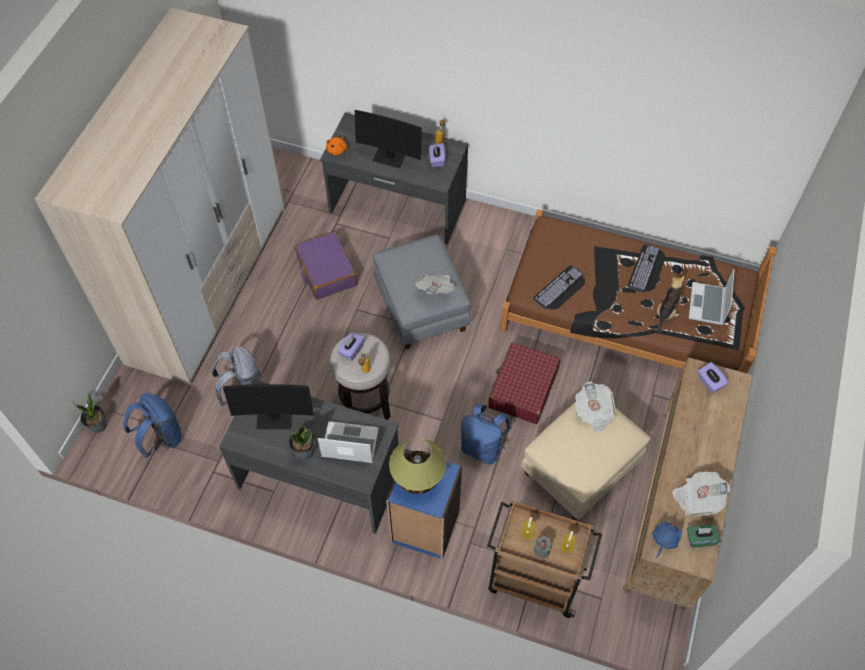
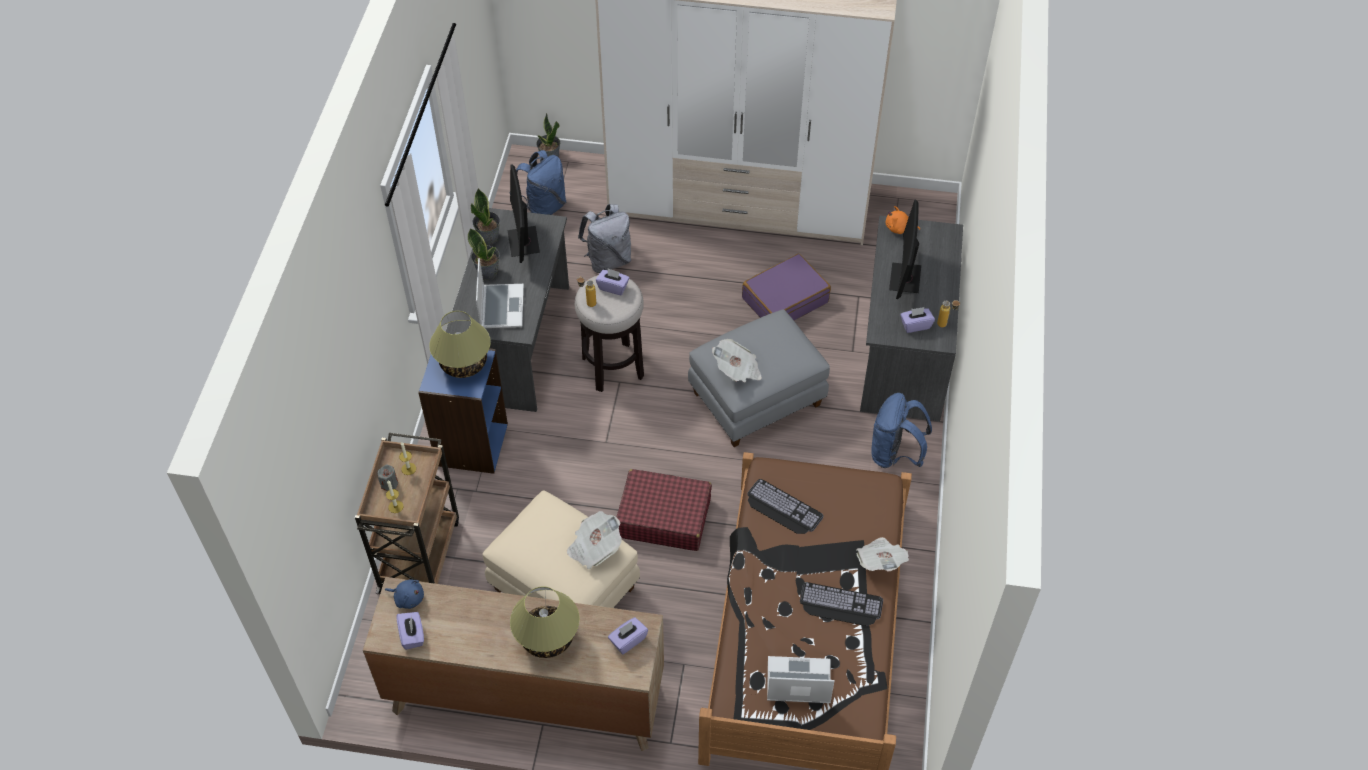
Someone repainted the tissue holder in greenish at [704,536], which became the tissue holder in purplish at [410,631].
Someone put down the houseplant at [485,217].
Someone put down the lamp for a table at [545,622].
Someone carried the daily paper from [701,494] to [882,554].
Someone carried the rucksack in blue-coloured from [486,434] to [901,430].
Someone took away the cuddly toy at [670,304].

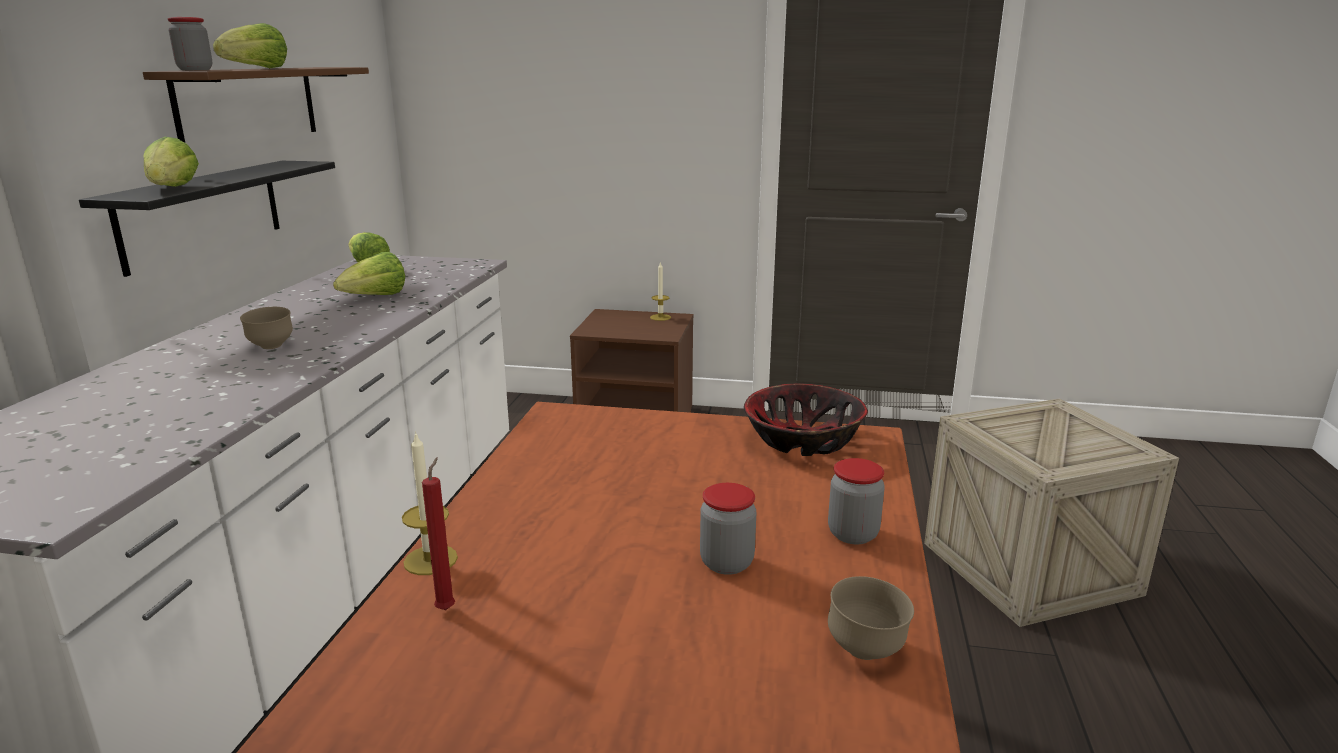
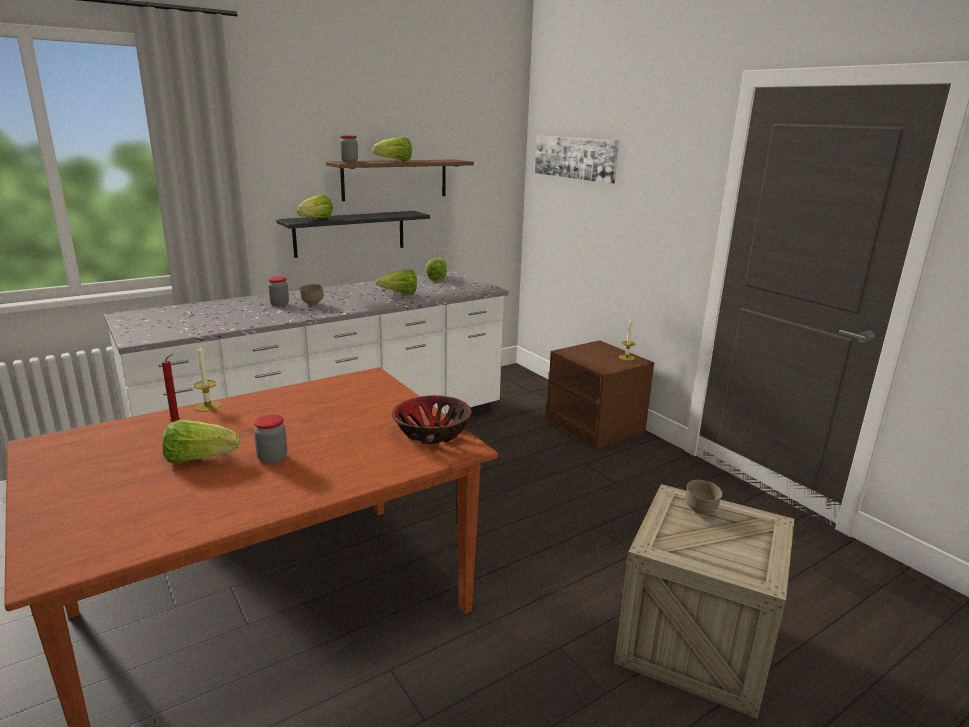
Someone put down the lettuce head at [201,441].
Someone carried the preserve jar from [856,501] to [278,291].
Someone put up the picture at [577,159].
Someone carried the serving bowl in brown from [871,618] to [703,497].

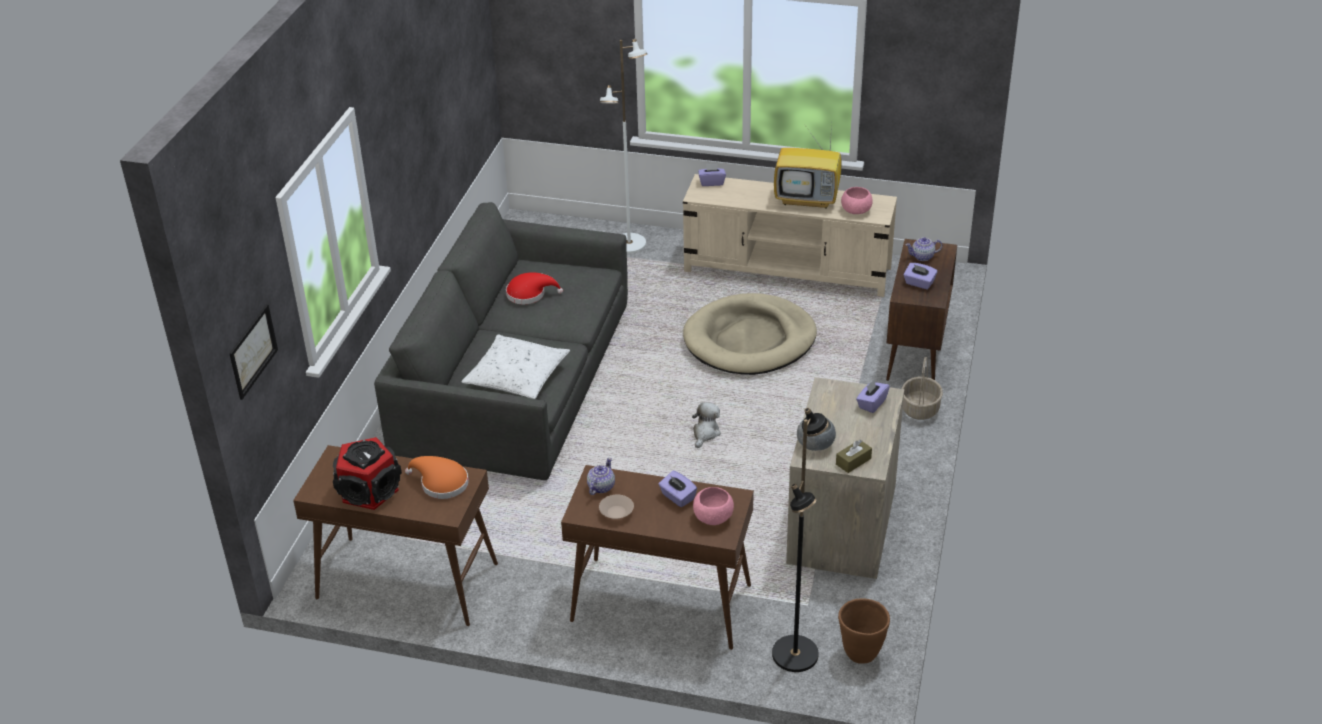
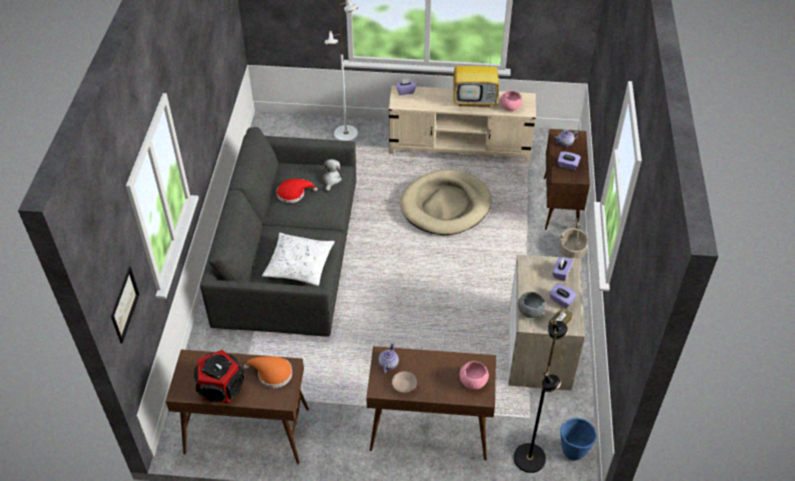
Someone carried the cuddly toy from [706,425] to [331,175].
Someone carried the tissue holder in purplish from [677,489] to [563,295].
Someone repainted the plant pot in brown at [864,631], which became the plant pot in blue-coloured at [578,439].

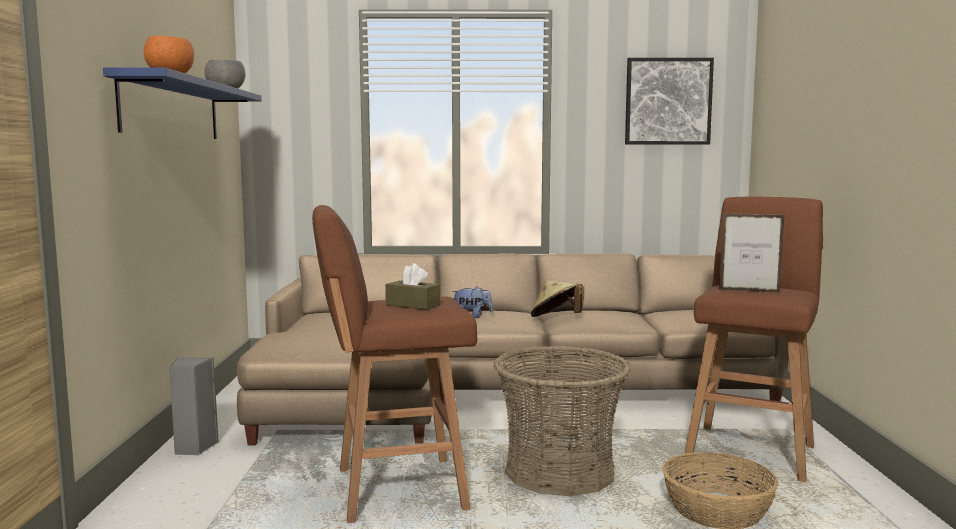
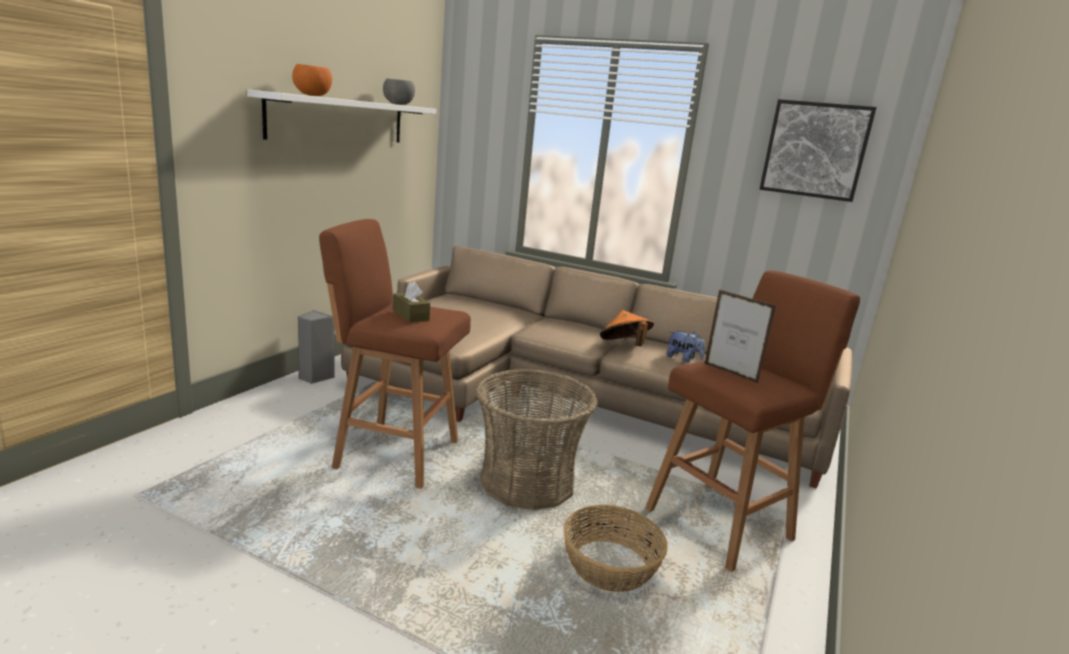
Someone repainted the shelf in blue-coloured at [182,103], which became the shelf in white at [341,116].
Someone repainted the hat in beige-coloured at [557,299], which became the hat in orange at [627,328].
Someone carried the cuddly toy from [472,302] to [686,346].

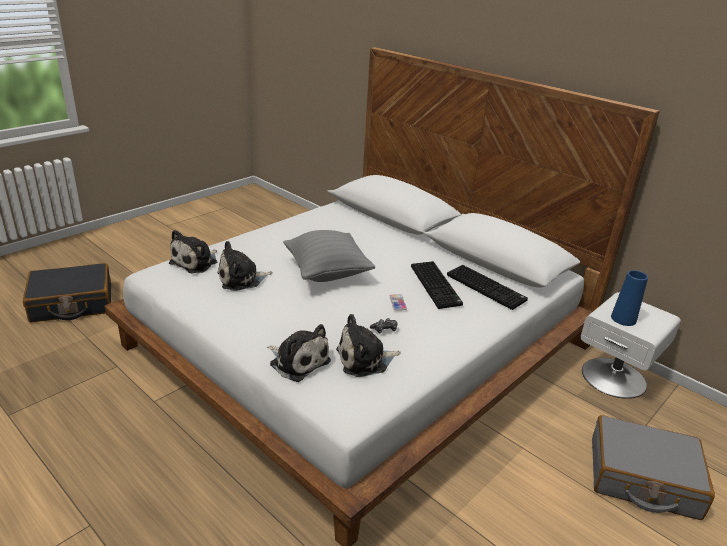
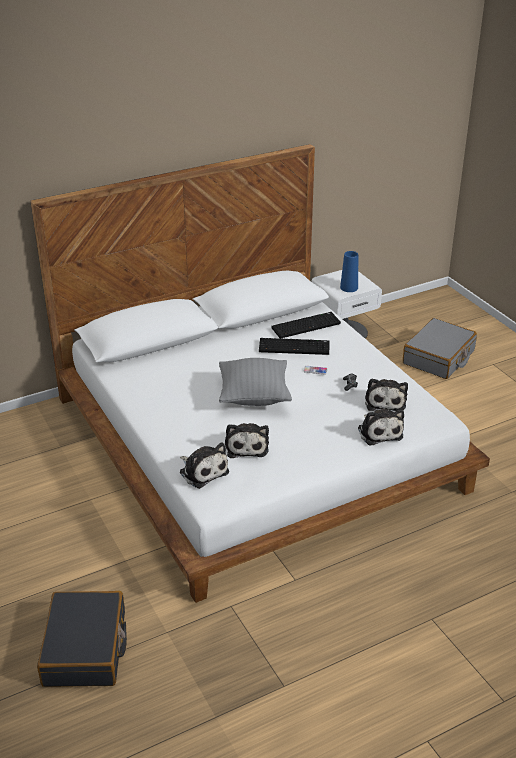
Someone rotated the cuddly toy at [299,353] by 105 degrees clockwise.

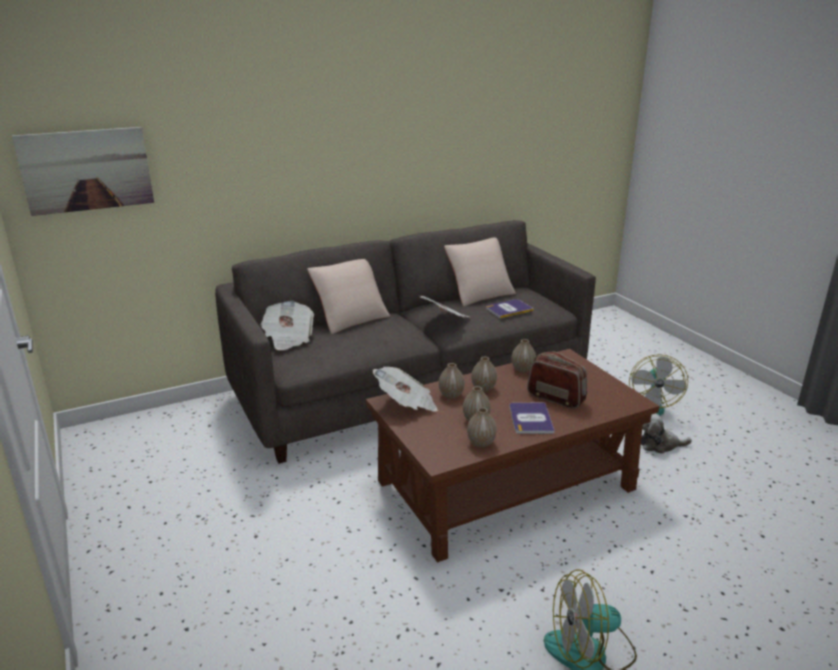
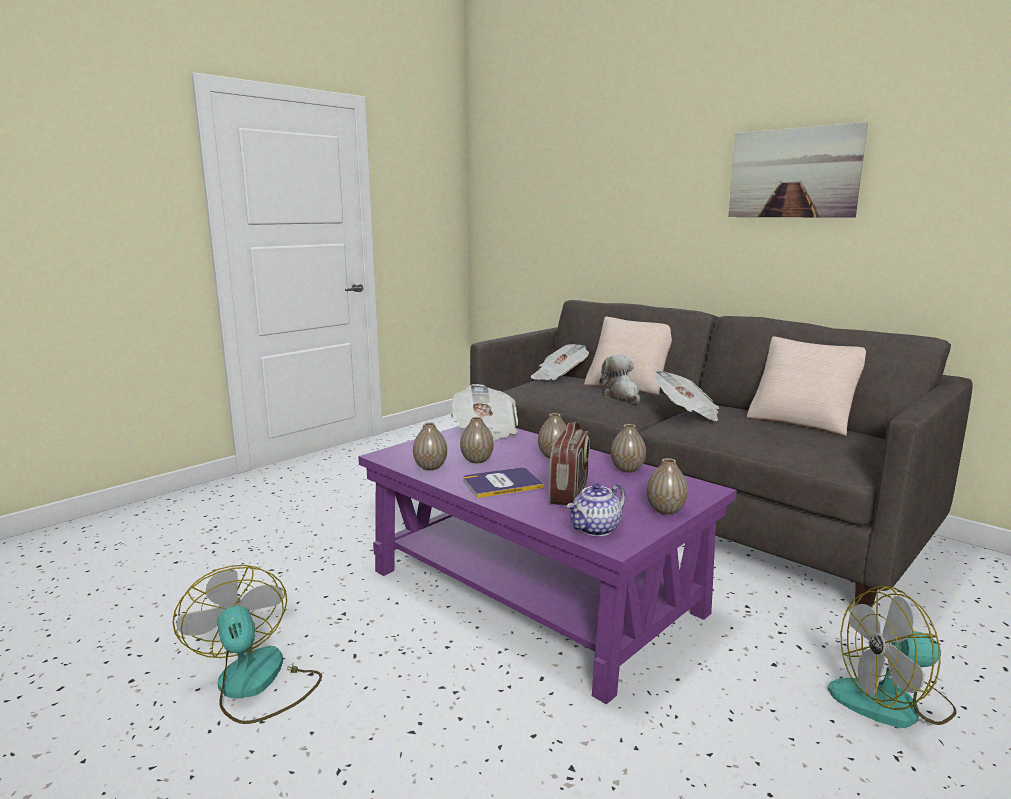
Someone repainted the low table in brown at [512,456], which became the low table in purplish at [547,565].
Someone put down the teapot at [596,509].
Someone carried the cuddly toy from [666,434] to [619,379].
Someone carried the flower vase from [452,381] to [667,486].
Someone carried the picture from [83,171] to [798,170].
Someone took away the book at [510,308].

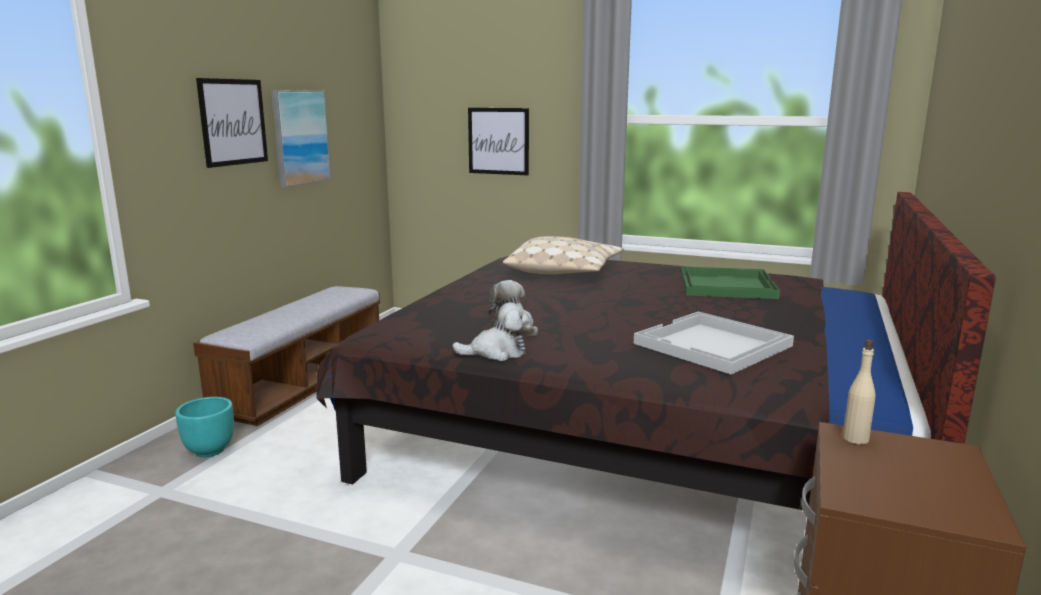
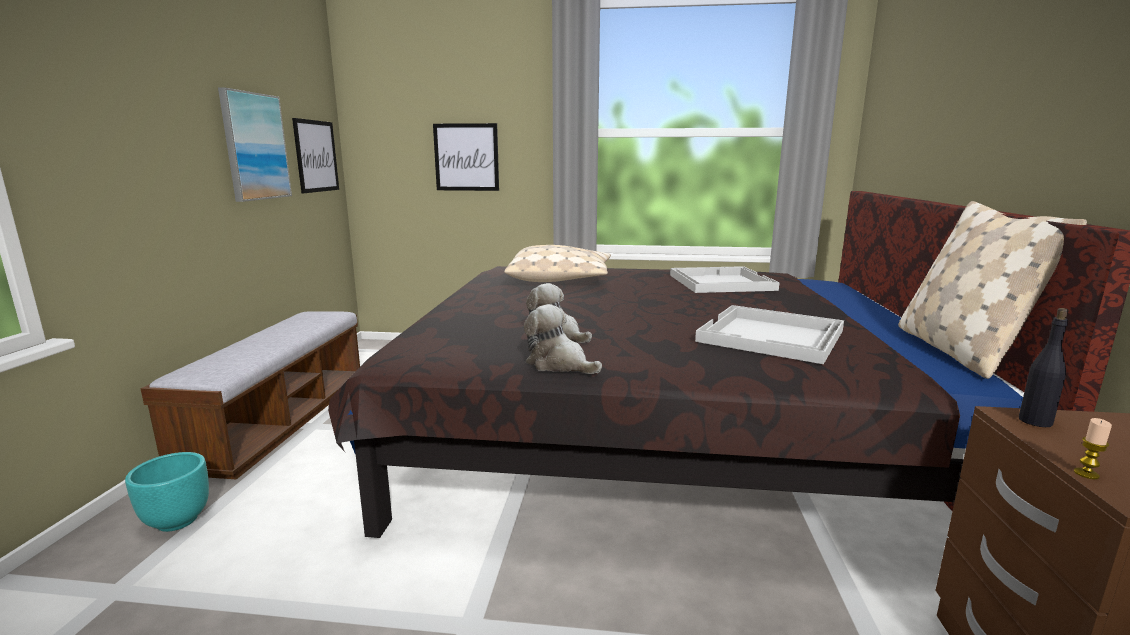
Someone carried the picture from [232,123] to [315,155].
Someone rotated the cuddly toy at [491,331] by 120 degrees counterclockwise.
Someone repainted the carrying tray in greenish at [730,282], which became the carrying tray in white at [725,279].
Someone put down the throw pillow in beige-coloured at [992,290].
Someone repainted the bottle in beige-coloured at [859,392], which became the bottle in blackish at [1044,367].
Someone put down the wax light at [1093,448].

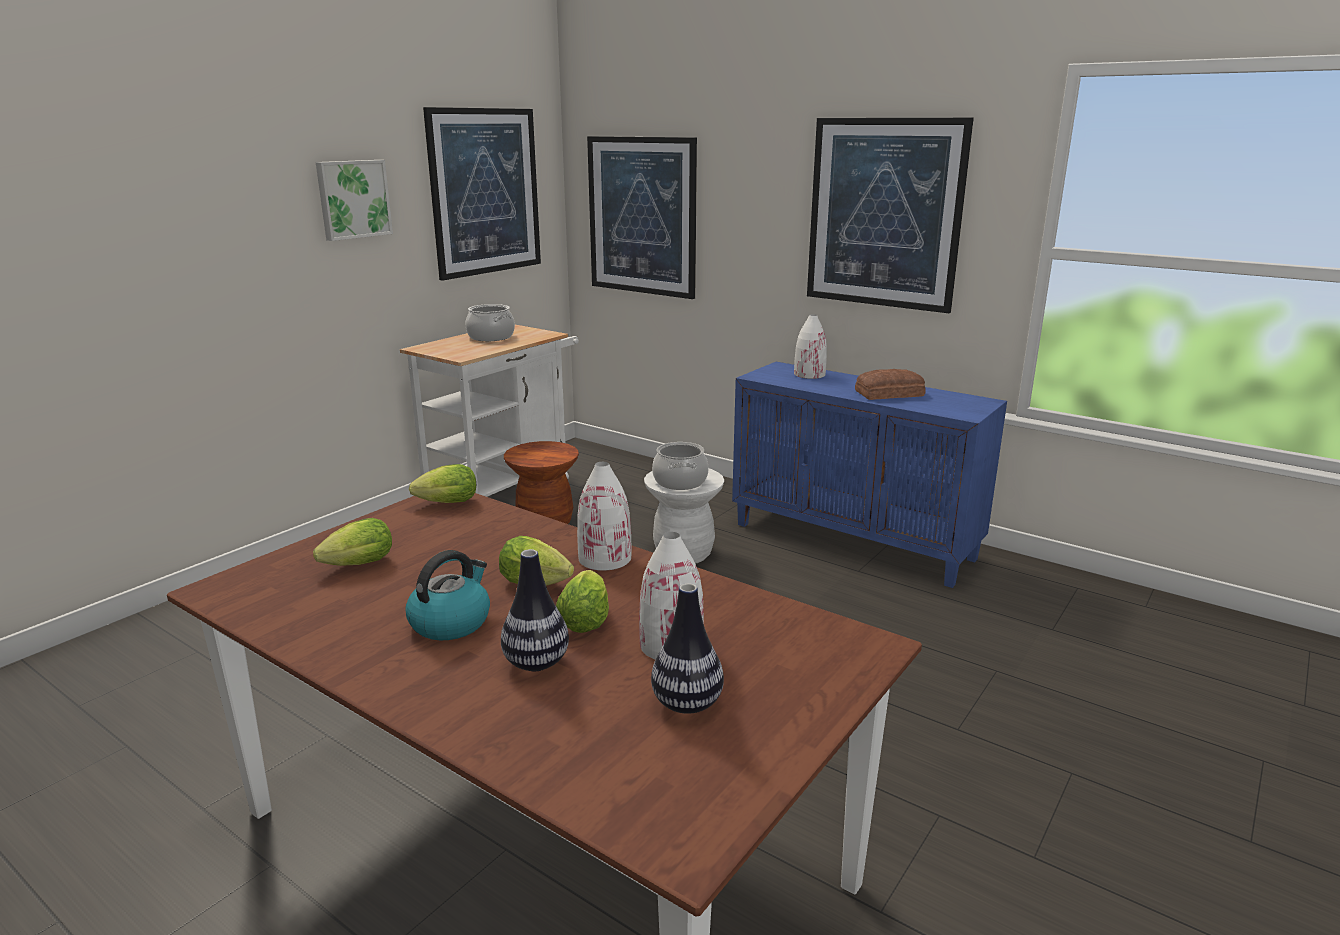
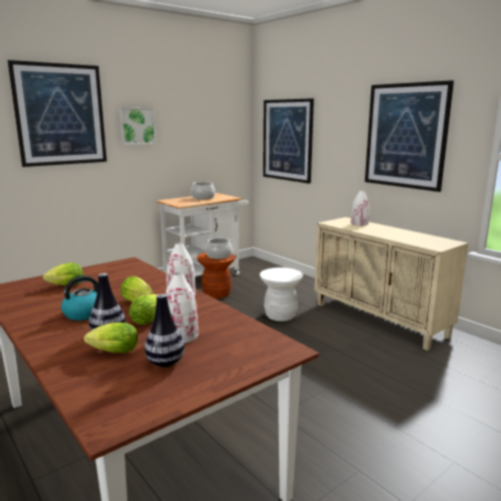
Someone carried the picture from [482,194] to [57,113].
Someone carried the lettuce head from [442,483] to [111,337].
Someone carried the stockpot from [680,466] to [219,248].
Someone repainted the cupboard in blue-coloured at [869,475], which became the cupboard in beige-coloured at [391,284].
Someone took away the bakery bread at [890,384].

